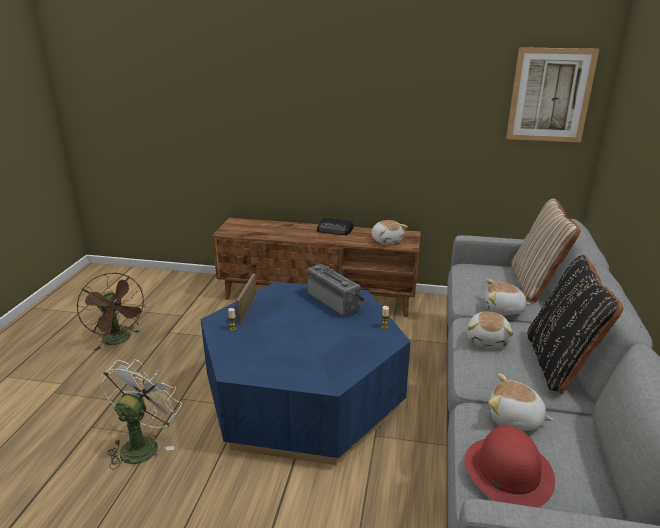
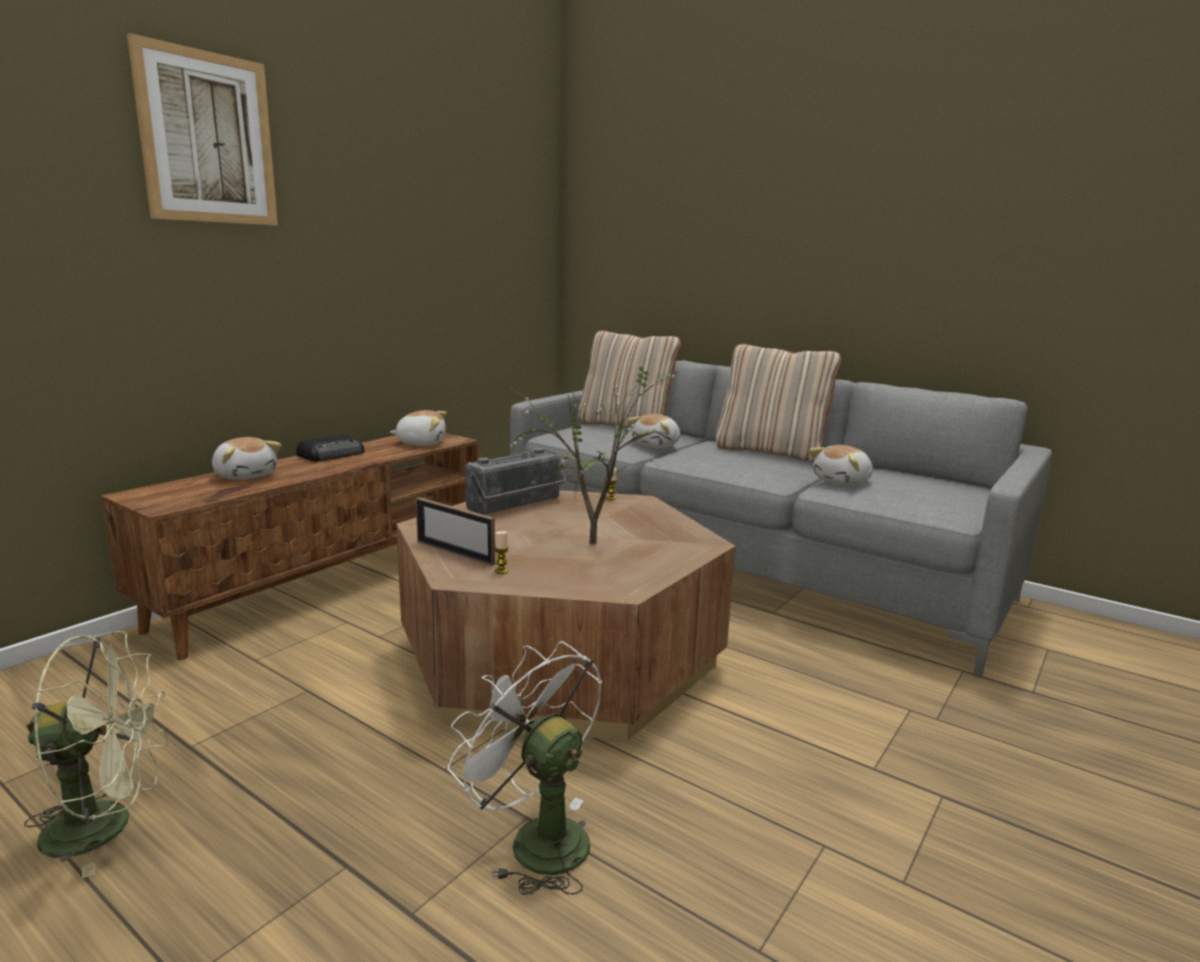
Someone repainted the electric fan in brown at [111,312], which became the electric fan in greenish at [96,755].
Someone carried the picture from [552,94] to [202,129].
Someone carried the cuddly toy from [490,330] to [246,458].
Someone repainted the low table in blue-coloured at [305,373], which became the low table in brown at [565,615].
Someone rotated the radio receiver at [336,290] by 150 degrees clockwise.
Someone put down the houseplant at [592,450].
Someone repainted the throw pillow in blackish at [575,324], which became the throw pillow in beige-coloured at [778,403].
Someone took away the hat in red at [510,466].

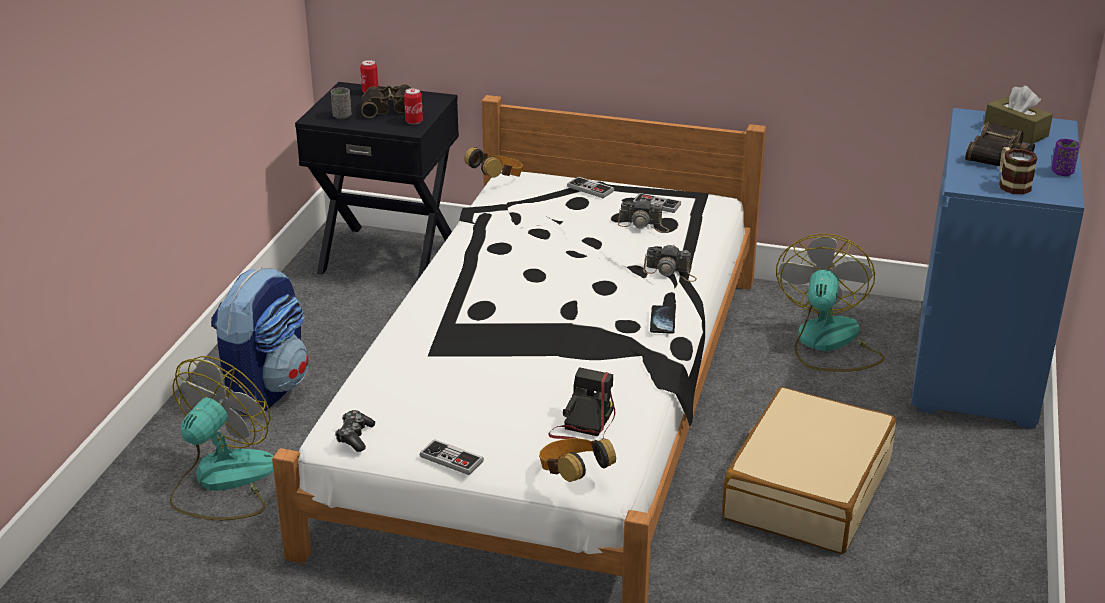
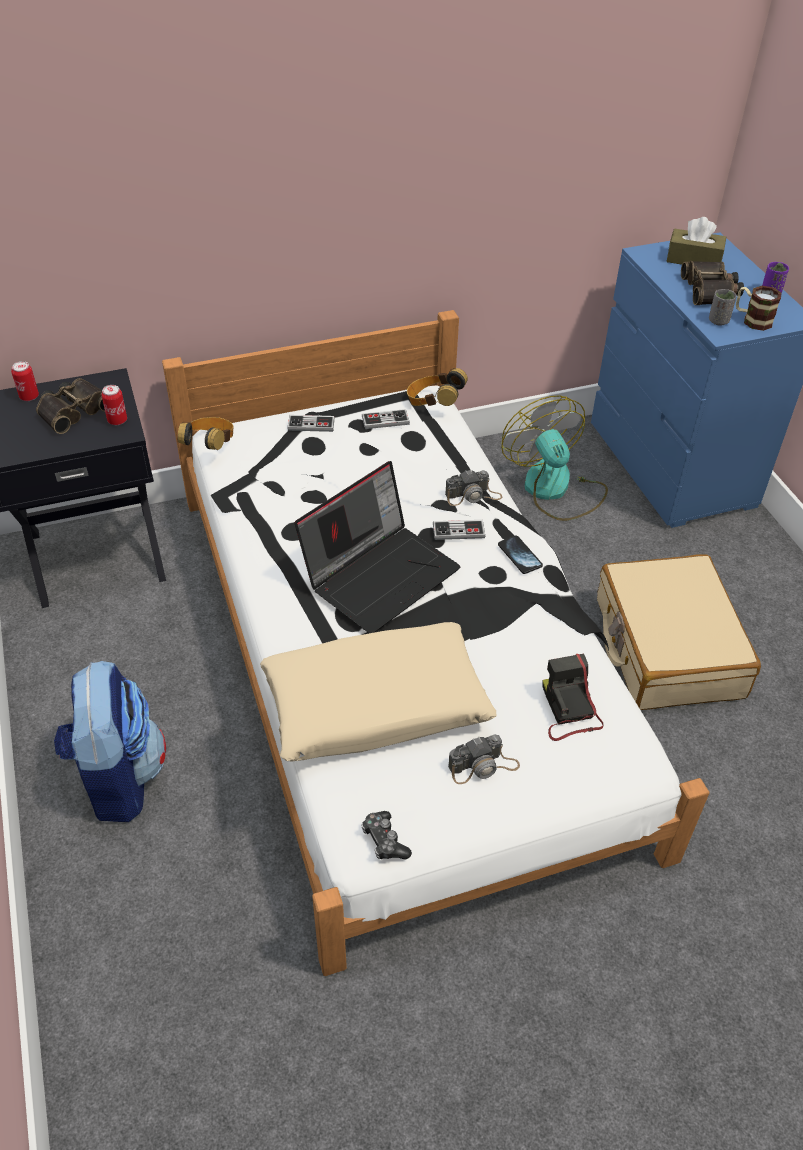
Someone put down the throw pillow in beige-coloured at [378,691].
Someone put down the portable computer at [377,547].
Someone carried the pair of headphones from [577,460] to [437,387].
Someone carried the joypad from [452,457] to [459,530].
Someone carried the still camera from [643,216] to [484,759].
Someone carried the drinking cup in gray from [341,103] to [723,307].
Someone took away the electric fan at [222,438].

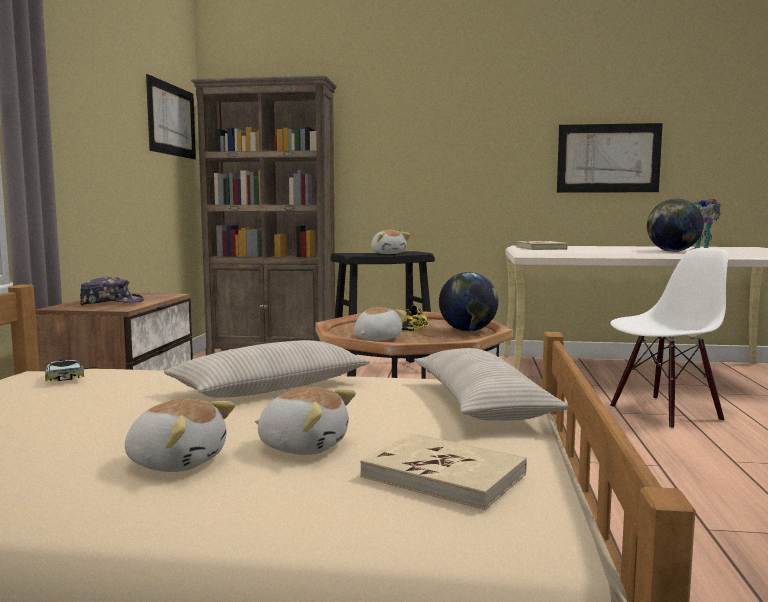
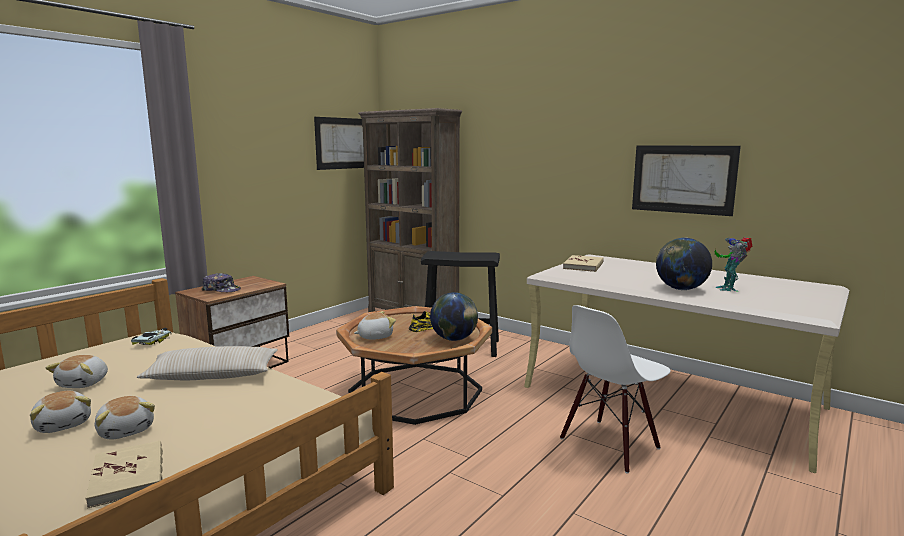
Someone carried the cuddly toy from [390,242] to [77,371].
Someone rotated the plain chair in white at [669,338] by 135 degrees clockwise.
Someone took away the throw pillow in beige-coloured at [492,384].

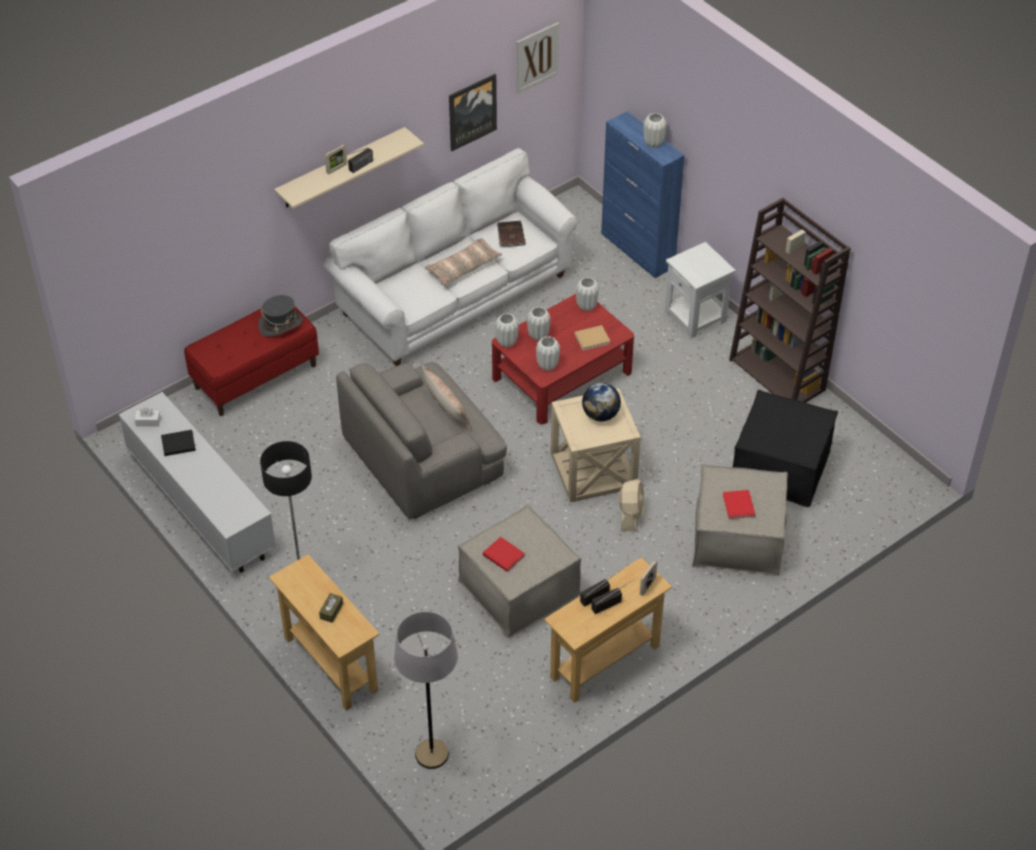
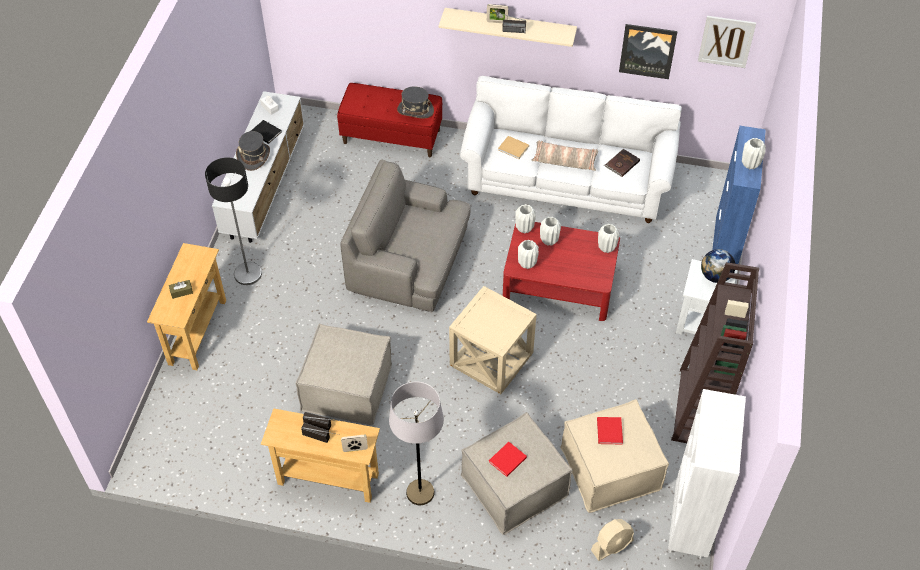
Someone put down the hat in gray at [253,151].
Someone carried the standing lamp in gray from [426,690] to [416,443].
Someone carried the book in beige-coloured from [592,337] to [513,147].
Someone repainted the ottoman in blackish at [785,448], which became the ottoman in beige-coloured at [614,456].
Someone carried the electric fan in beige-coloured from [631,505] to [612,540].
Someone carried the book in red from [504,554] to [610,430].
Someone put down the bookshelf in white at [707,474].
Someone carried the globe from [601,402] to [718,266].
Someone took away the throw pillow at [446,398].

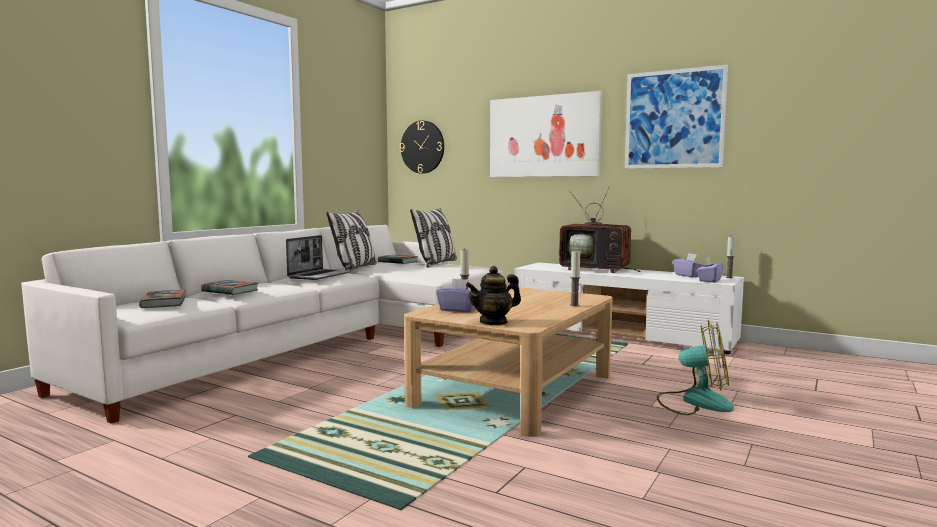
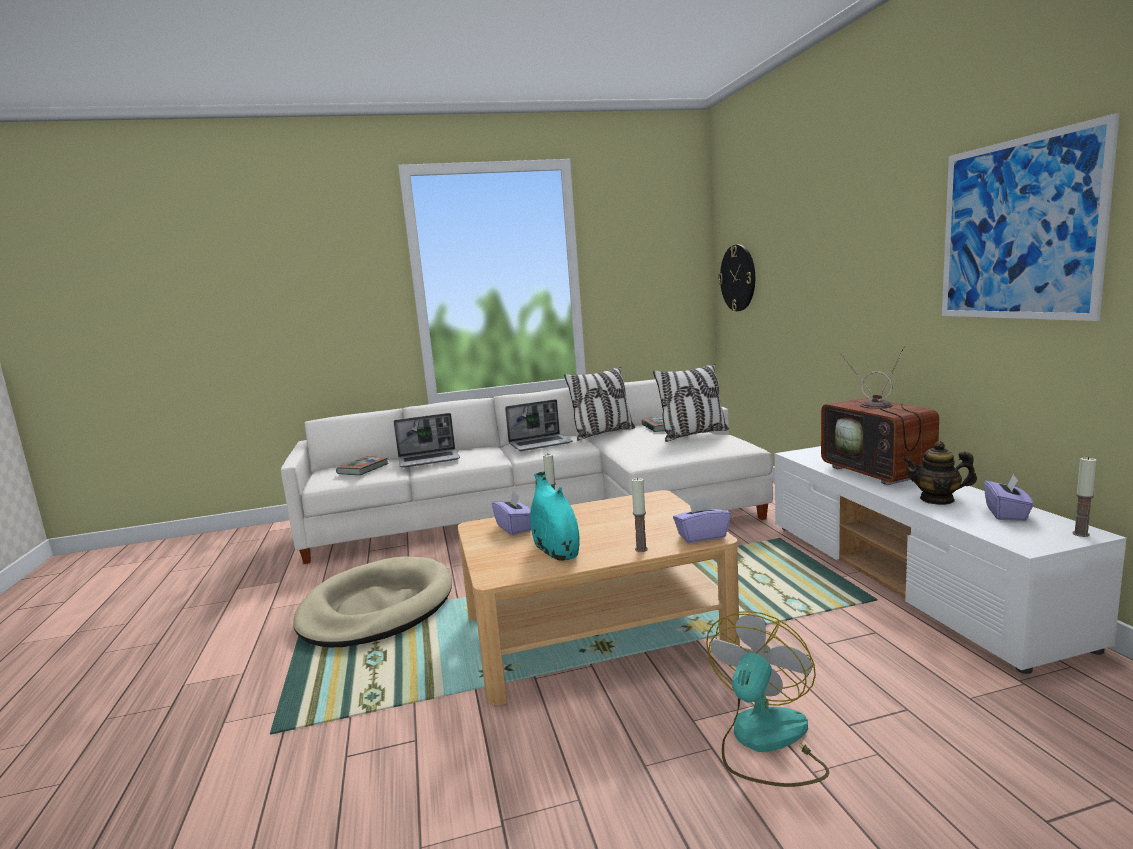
Someone put down the dog cushion in beige-coloured at [372,601].
Someone swapped the book at [230,287] for the portable computer at [427,440].
Someone put down the flower vase in turquoise-coloured at [555,516].
Someone carried the tissue holder in purplish from [710,270] to [702,520].
Someone rotated the electric fan at [695,367] by 120 degrees counterclockwise.
Someone carried the teapot from [493,295] to [939,473].
Someone took away the picture at [546,134].

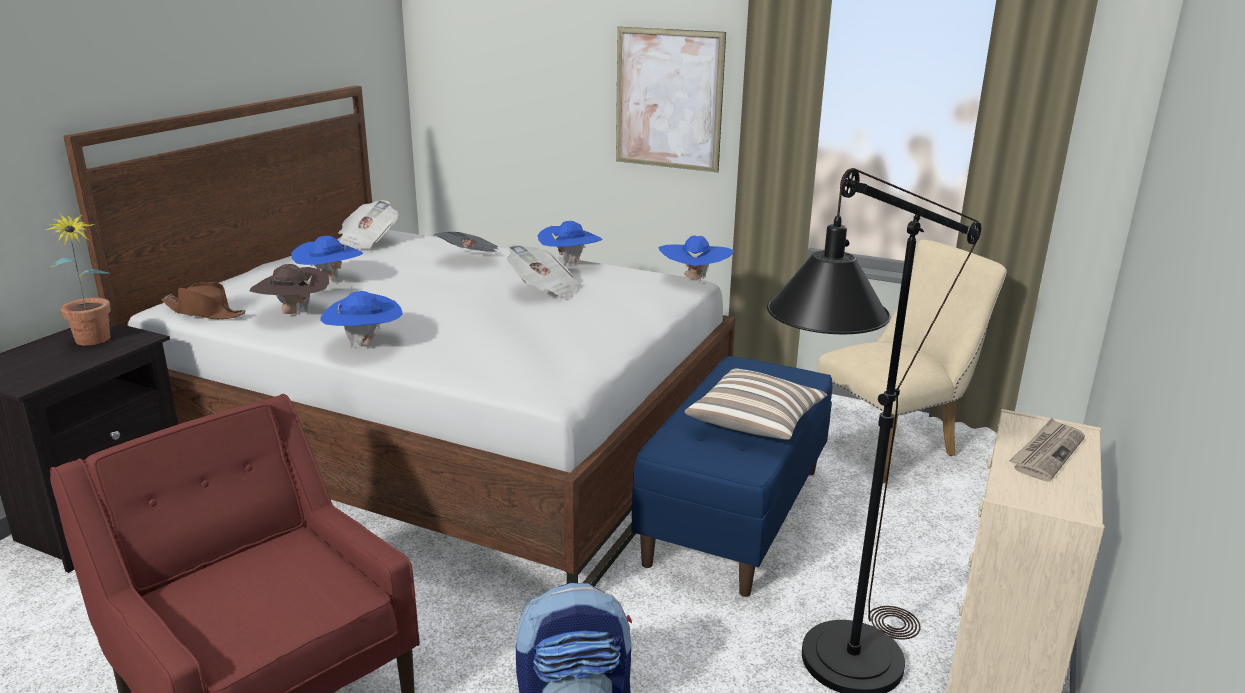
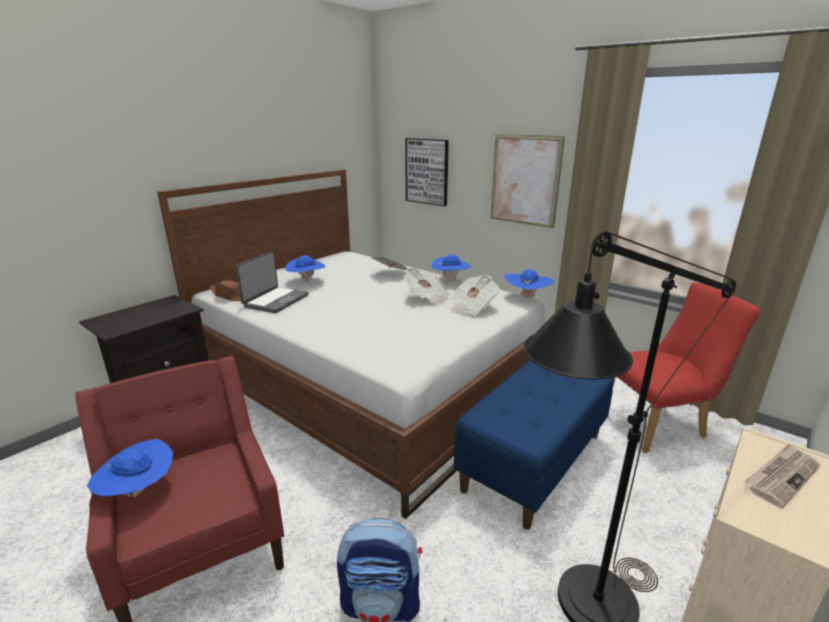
Someone carried the hat in blue-coloured from [361,319] to [130,468].
Someone swapped the hat in brown at [289,289] for the portable computer at [272,282].
Someone put up the picture at [427,172].
Someone carried the daily paper from [368,225] to [474,295].
Someone repainted the plain chair in beige-coloured at [912,361], which became the plain chair in red at [686,367].
Someone took away the houseplant at [78,279].
Someone took away the throw pillow at [756,404].

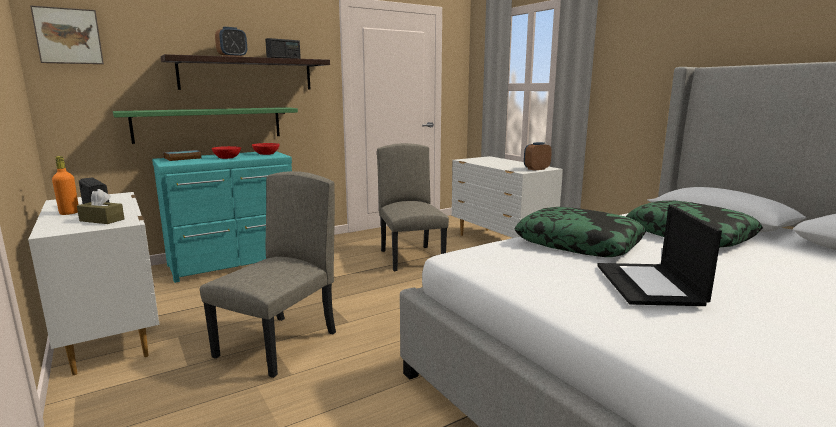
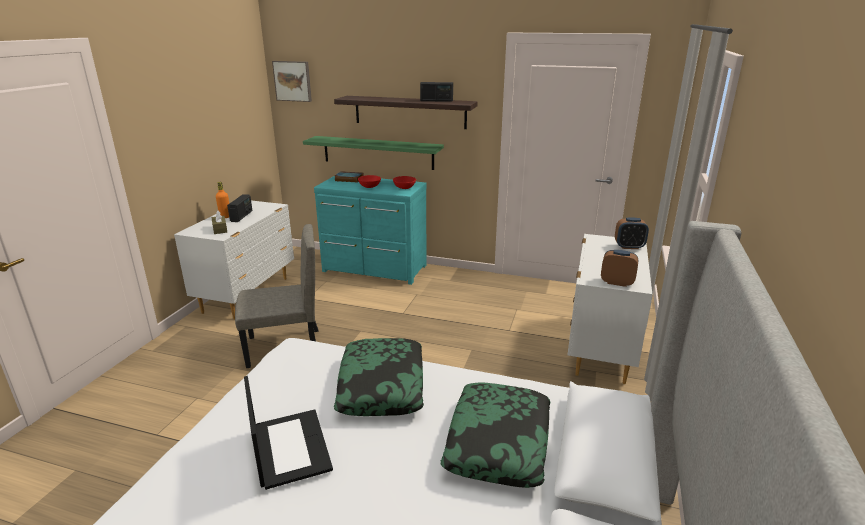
Someone rotated the portable computer at [659,255] by 105 degrees clockwise.
Someone carried the bedside clock from [231,42] to [632,233].
Someone took away the plain chair in beige-coloured at [413,207].

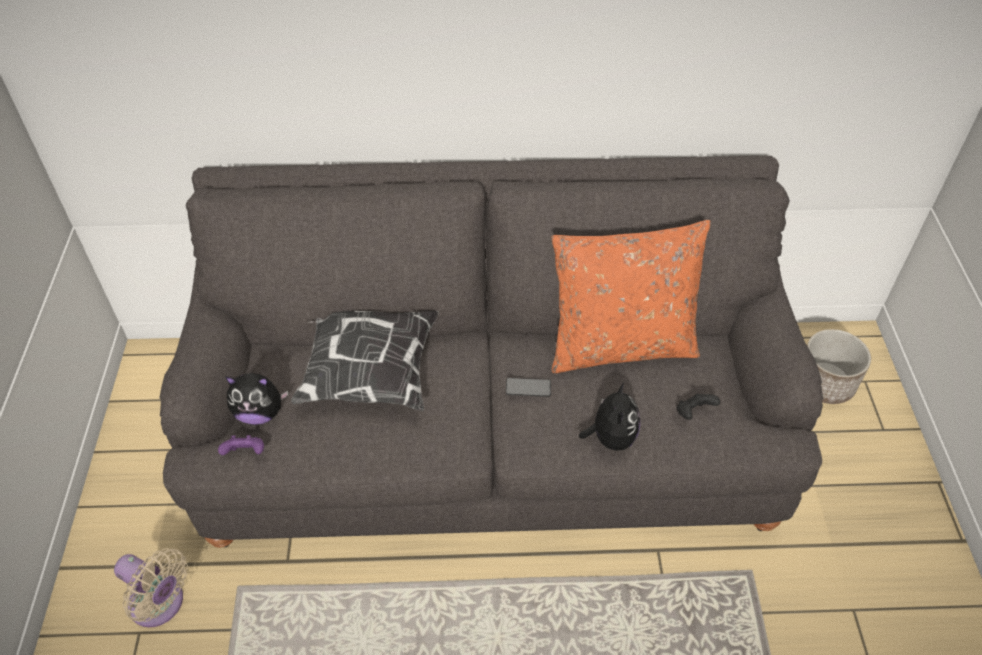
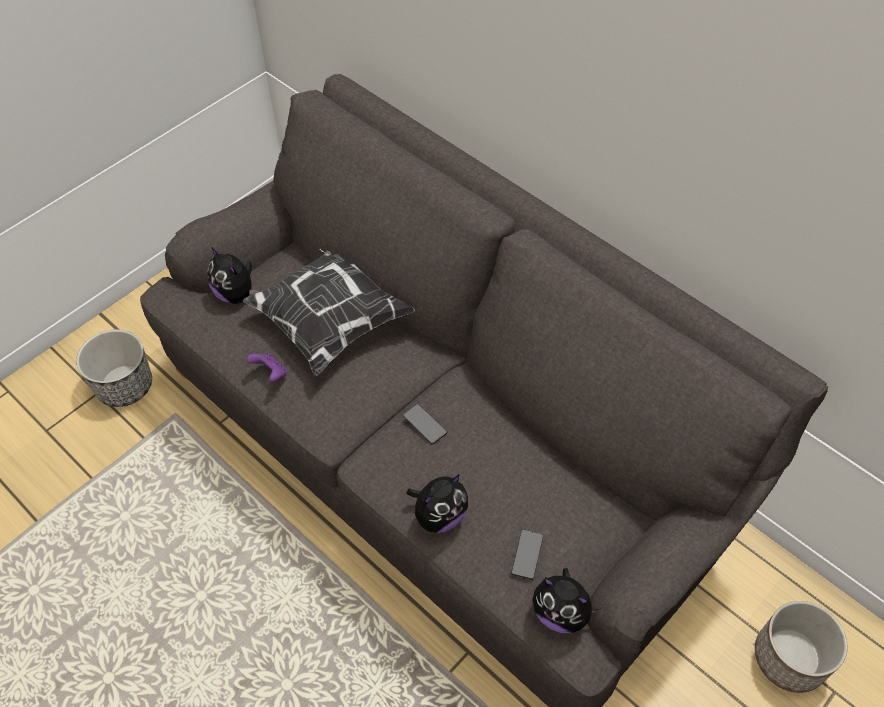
Someone swapped the electric fan in beige-coloured at [151,587] for the plant pot at [114,368].
Someone carried the joypad in purplish from [241,445] to [266,367].
Someone swapped the joypad in blackish at [698,406] for the telephone at [527,554].
Someone put down the cuddly toy at [566,600].
Someone took away the throw pillow in orange at [631,296].

